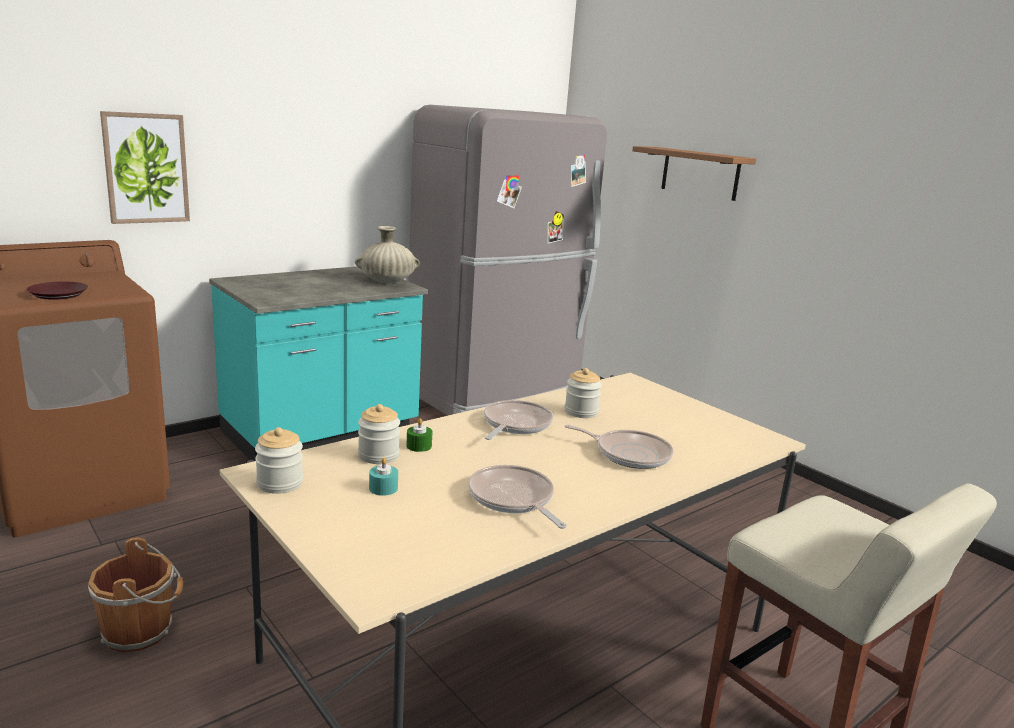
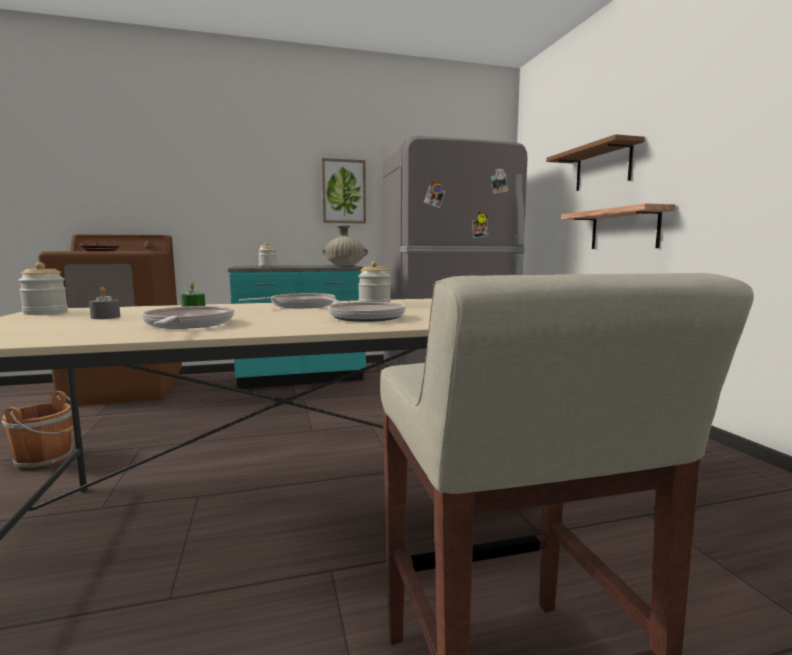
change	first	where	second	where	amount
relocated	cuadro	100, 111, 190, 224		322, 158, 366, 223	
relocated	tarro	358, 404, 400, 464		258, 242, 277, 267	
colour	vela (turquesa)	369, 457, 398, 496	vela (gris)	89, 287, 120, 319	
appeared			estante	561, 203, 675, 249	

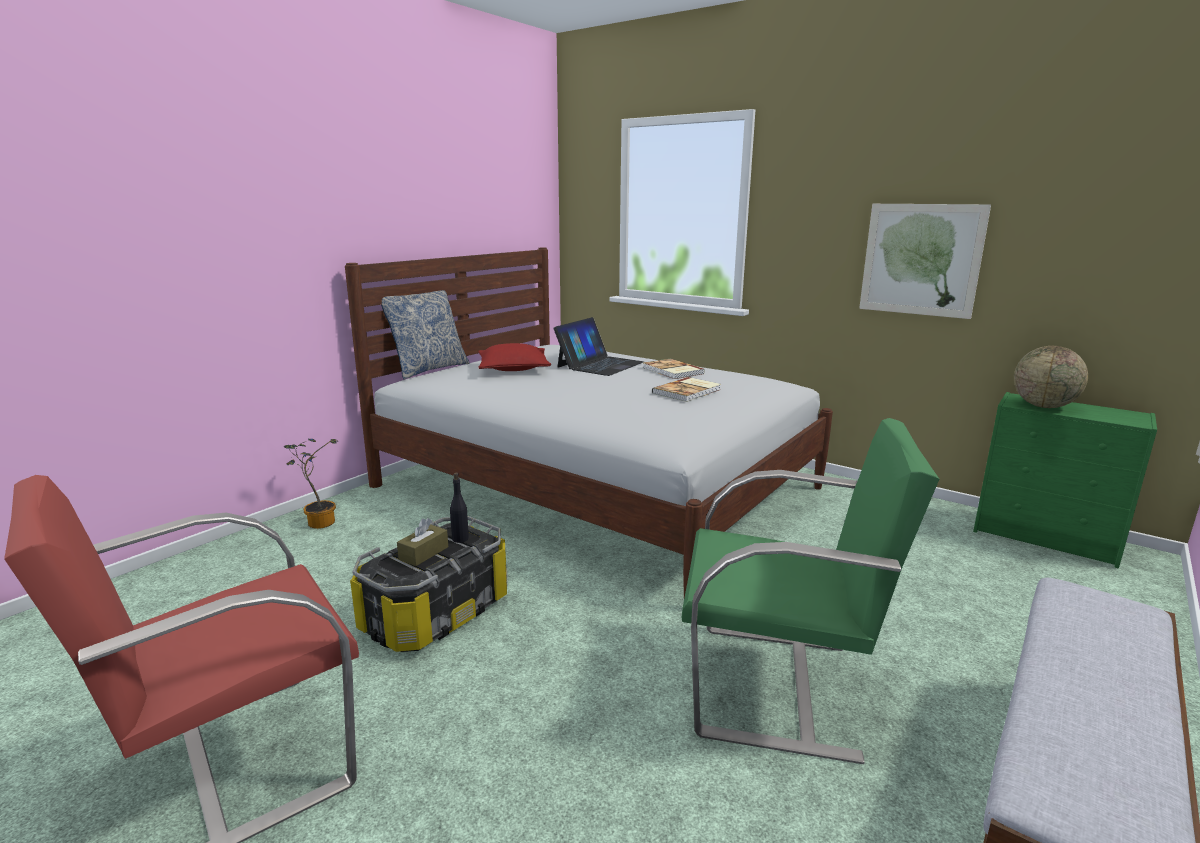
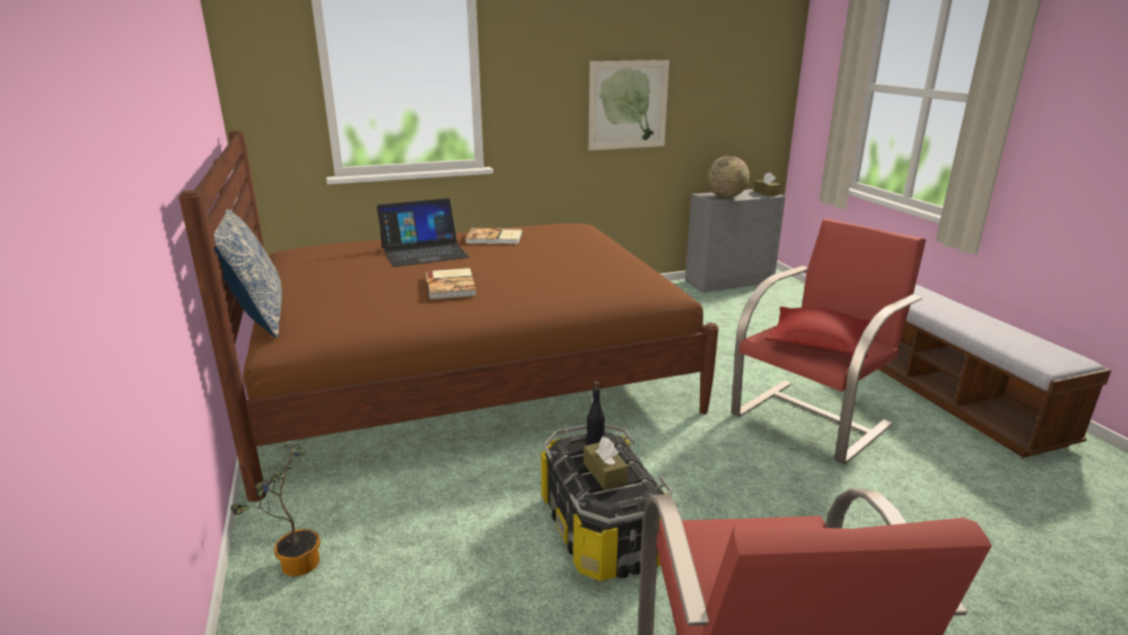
change	first	where	second	where	amount
colour	cama (blanco)	345, 248, 833, 598	cama (marrón)	179, 131, 719, 502	
relocated	cojín (rojo)	478, 343, 551, 371		765, 306, 871, 358	
spun	portátil	554, 317, 644, 376		377, 198, 469, 267	90 degrees clockwise
relocated	libro	652, 377, 721, 402		426, 268, 477, 300	
colour	sillón (verde)	682, 418, 939, 764	sillón (rojo)	731, 218, 926, 465	
colour	cómoda (verde)	973, 392, 1157, 568	cómoda (gris)	685, 189, 785, 294	
appeared			caja de pañuelos (marrón)	754, 172, 781, 196	

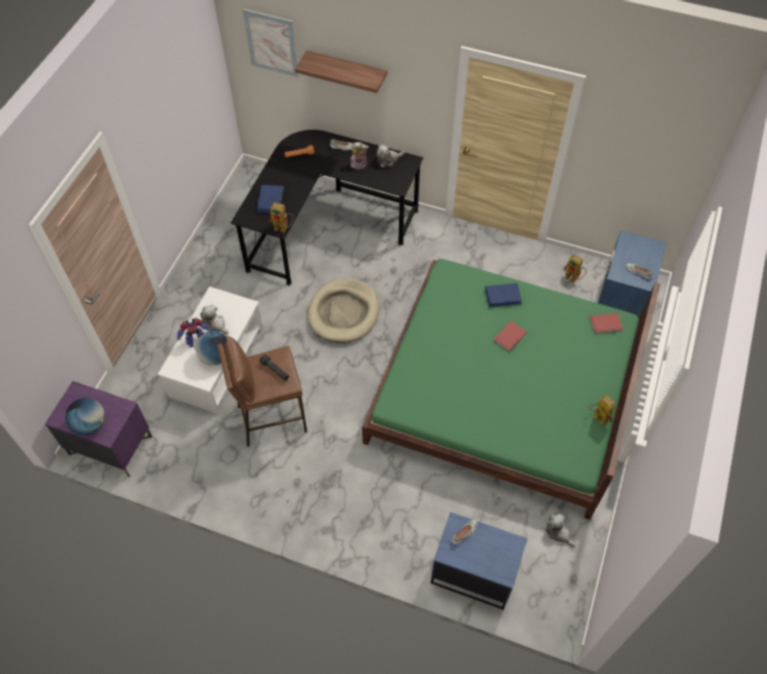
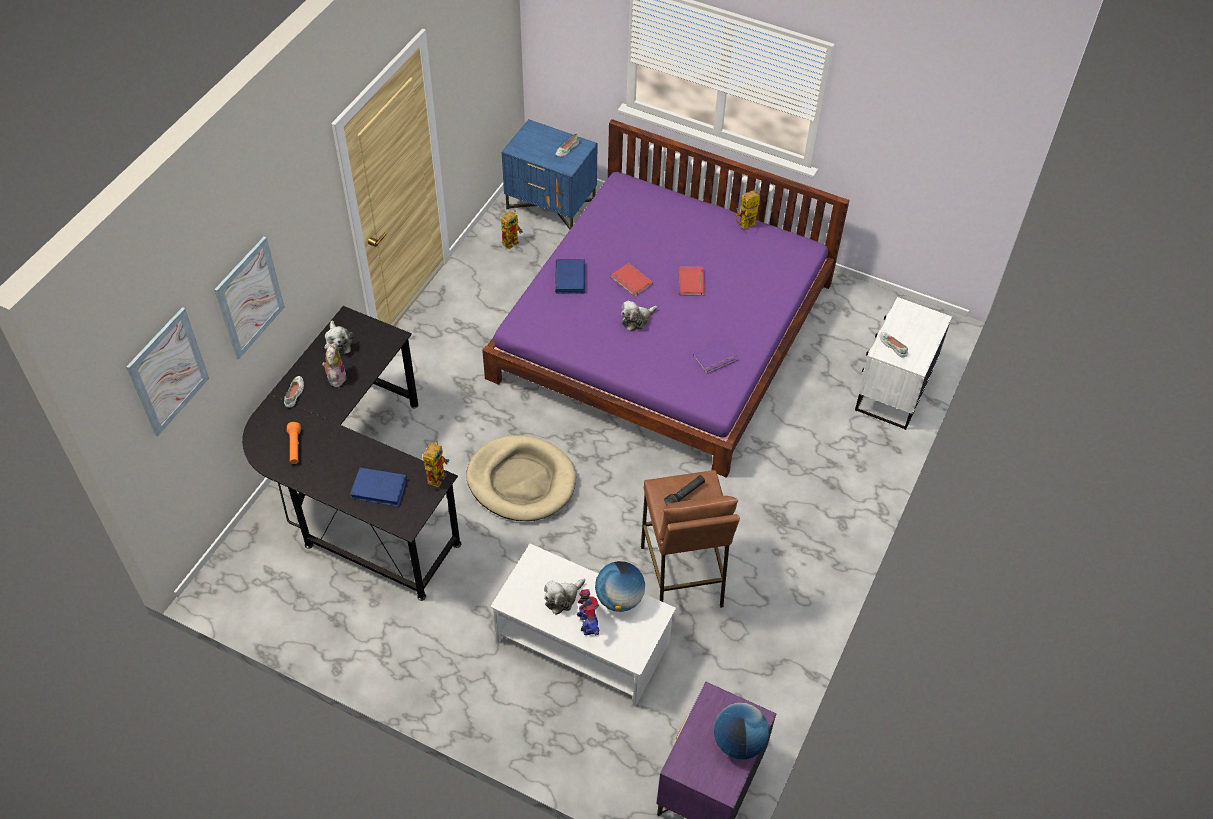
change	first	where	second	where	amount
exchanged	estante	295, 50, 387, 93	cuadro	214, 237, 285, 360	
colour	cama (verde)	362, 259, 660, 520	cama (morado)	482, 119, 849, 478	
colour	mesita de noche (azul)	431, 512, 527, 610	mesita de noche (blanco)	855, 297, 952, 430	
relocated	peluche	545, 514, 576, 548		621, 300, 657, 331	
relocated	libro (rojo)	590, 313, 623, 334		678, 267, 705, 296	
appeared			libro (morado)	693, 340, 738, 374	

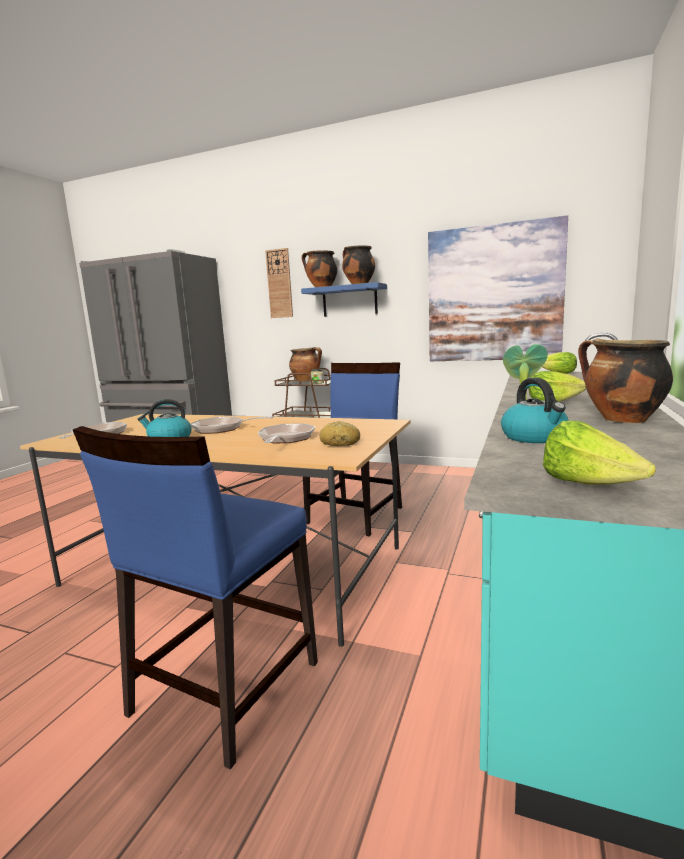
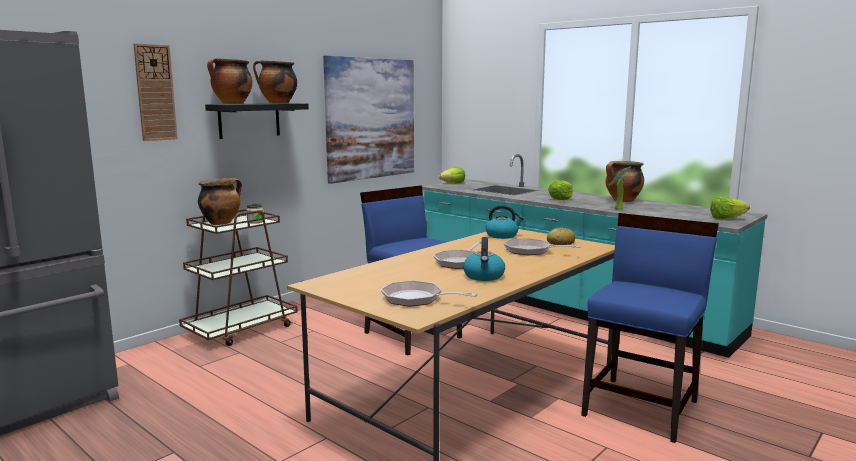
change	first	where	second	where	amount
spun	silla (azul)	73, 426, 318, 770		581, 213, 719, 443	105 degrees counterclockwise
colour	estante (azul)	301, 282, 387, 317	estante (negro)	205, 103, 309, 139	
relocated	hervidor	501, 378, 569, 443		485, 205, 524, 239	

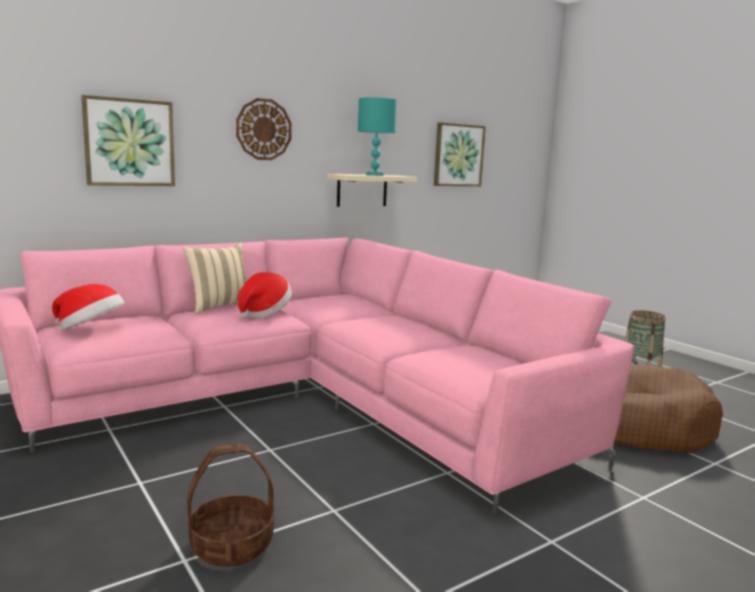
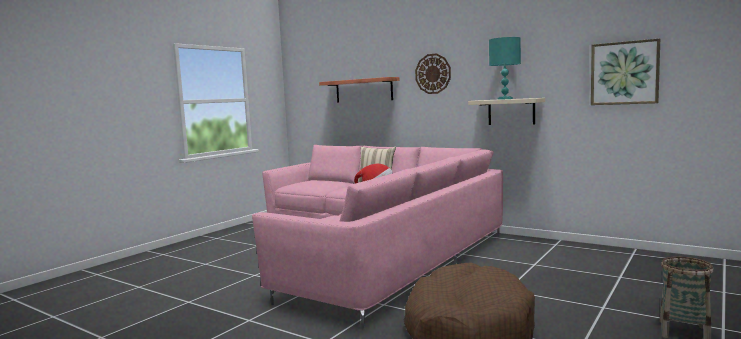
change	first	where	second	where	amount
missing	sombrero	52, 284, 125, 331			
exchanged	cuadro	81, 95, 175, 186	estante	319, 77, 400, 103	
missing	cesta	187, 443, 274, 567			

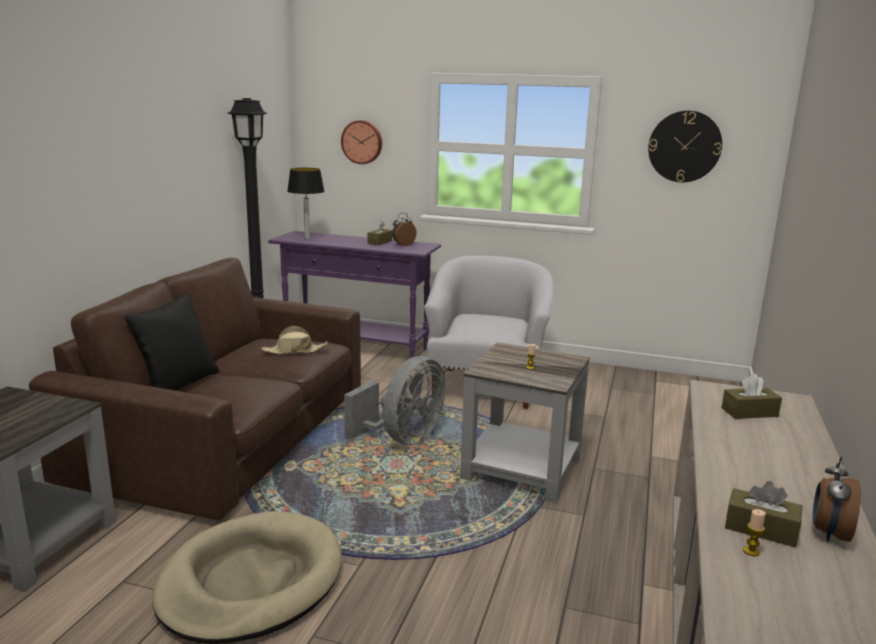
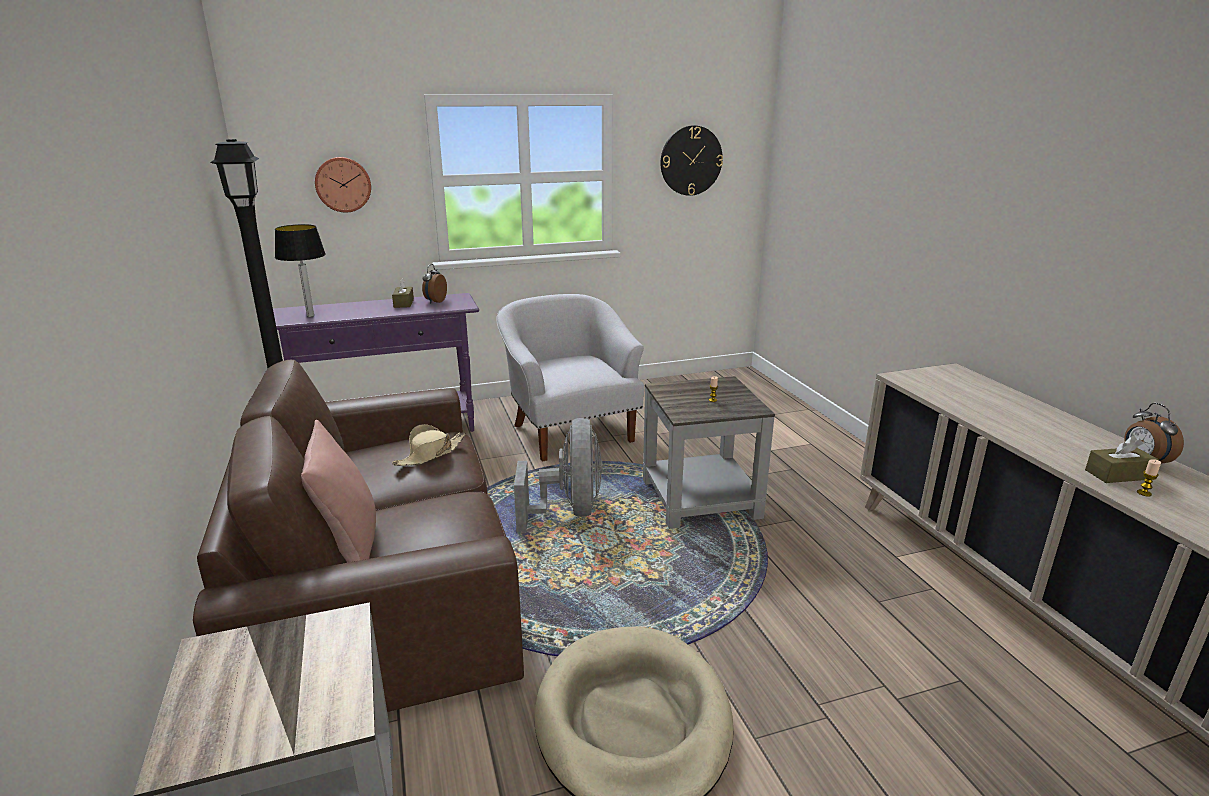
change	first	where	second	where	amount
colour	cojín (negro)	124, 292, 220, 391	cojín (rosa)	301, 420, 376, 563	
missing	caja de pañuelos (marrón)	722, 374, 782, 419			

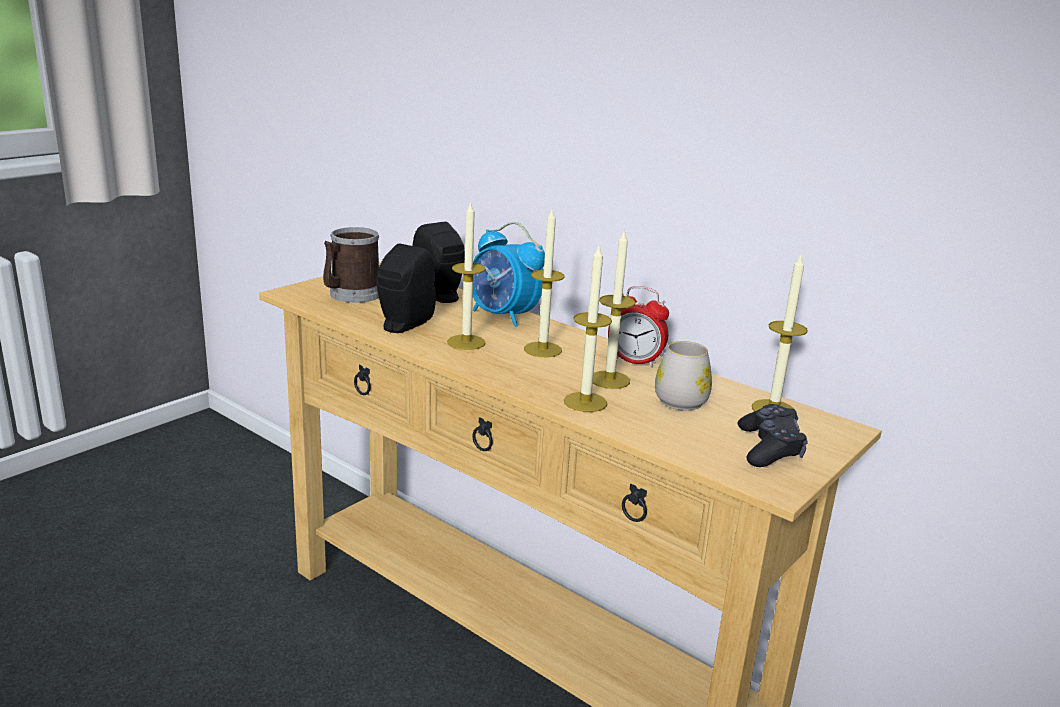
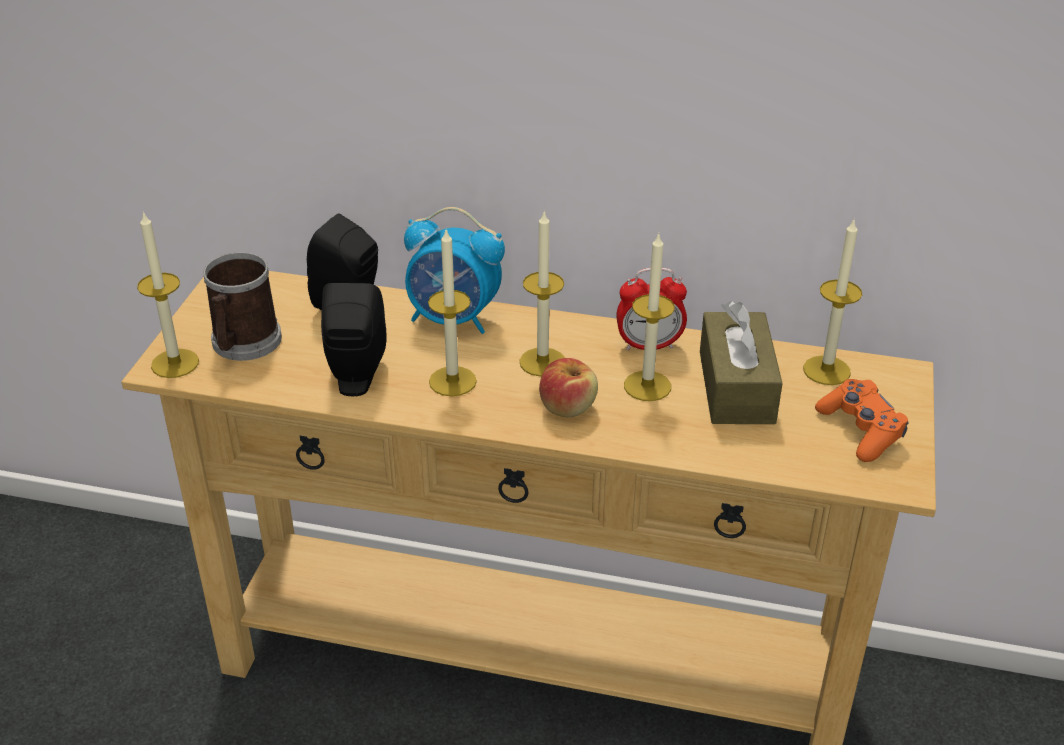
change	first	where	second	where	amount
relocated	vela	564, 246, 612, 412		137, 211, 199, 378	
exchanged	taza grande (blanco)	655, 341, 712, 411	caja de pañuelos (marrón)	700, 301, 783, 424	
colour	mando de consola (negro)	738, 404, 808, 467	mando de consola (naranja)	815, 379, 908, 462	
appeared			manzana	539, 358, 598, 417	

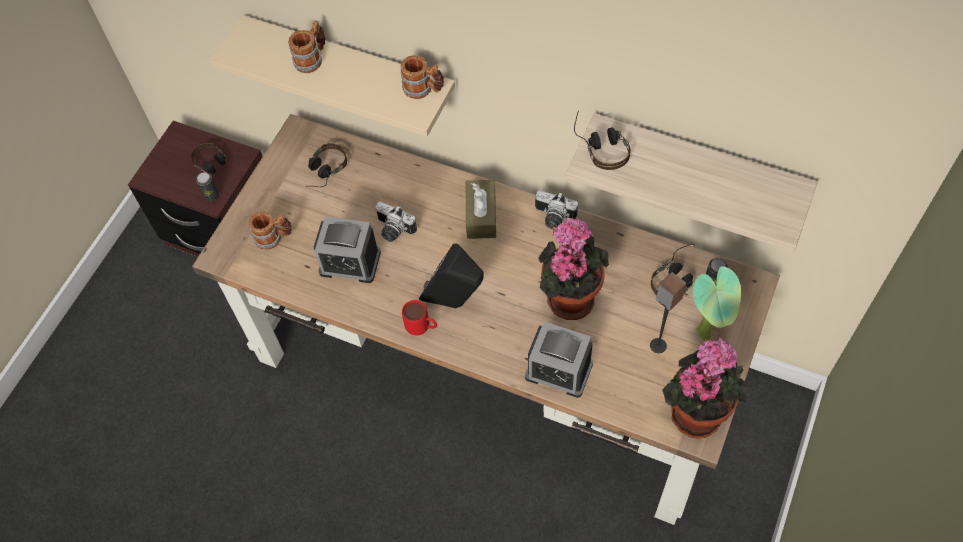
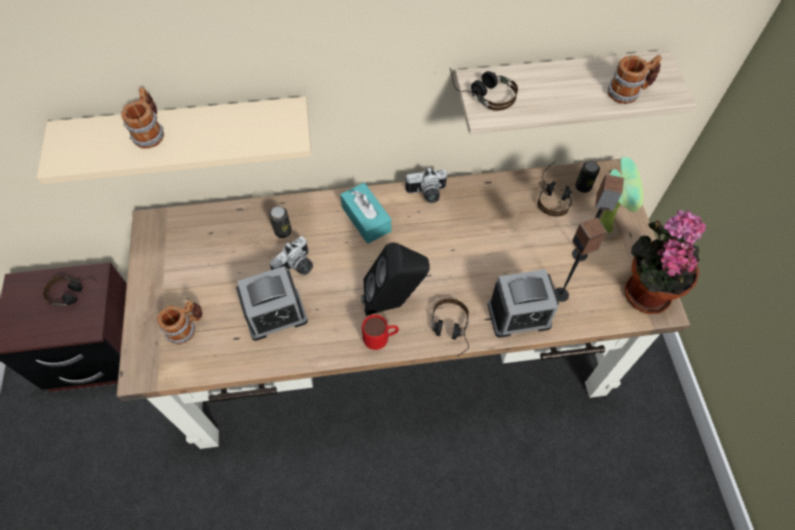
change	first	where	second	where	amount
relocated	lata	196, 172, 219, 201		269, 206, 292, 238	
relocated	auriculares	306, 144, 347, 187		431, 299, 469, 357	
spun	cámara	375, 201, 417, 242		270, 236, 313, 275	45 degrees counterclockwise
relocated	taza grande	401, 55, 444, 99		608, 55, 662, 104	
colour	caja de pañuelos (marrón)	466, 180, 496, 239	caja de pañuelos (turquesa)	340, 183, 391, 244	
missing	planta en maceta	538, 217, 609, 320			
appeared			altavoz	555, 218, 607, 302	

